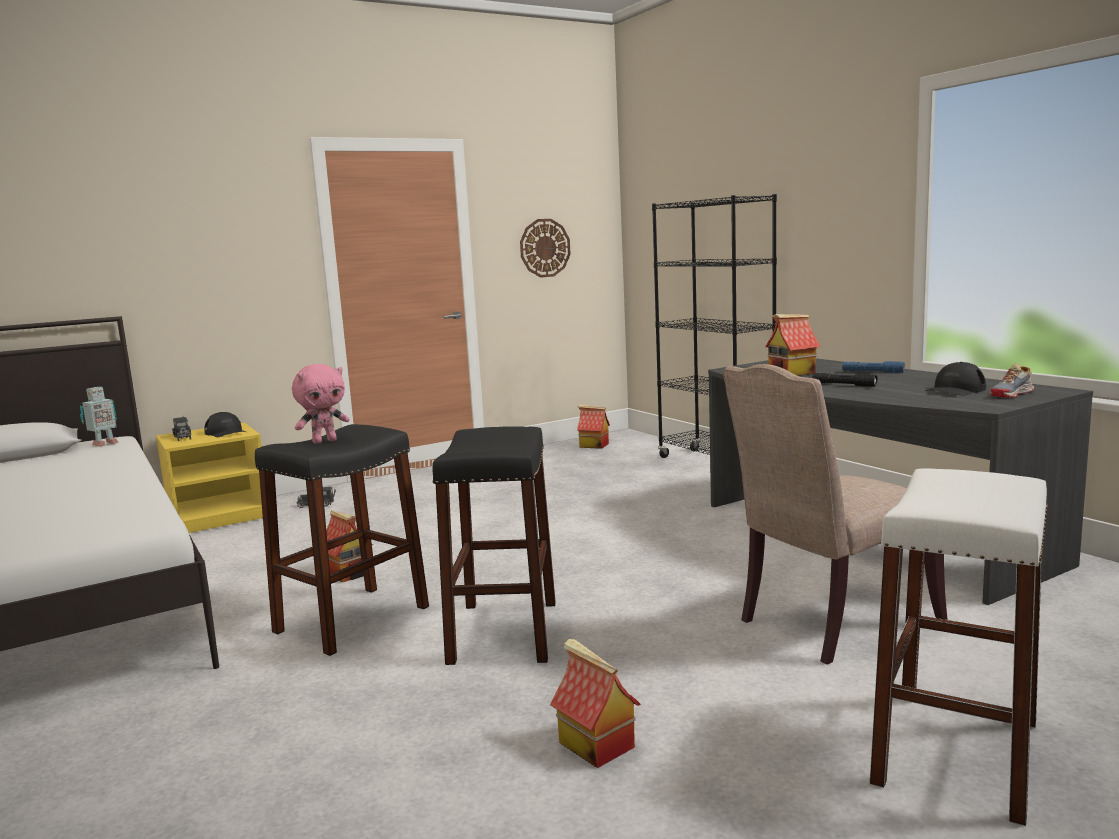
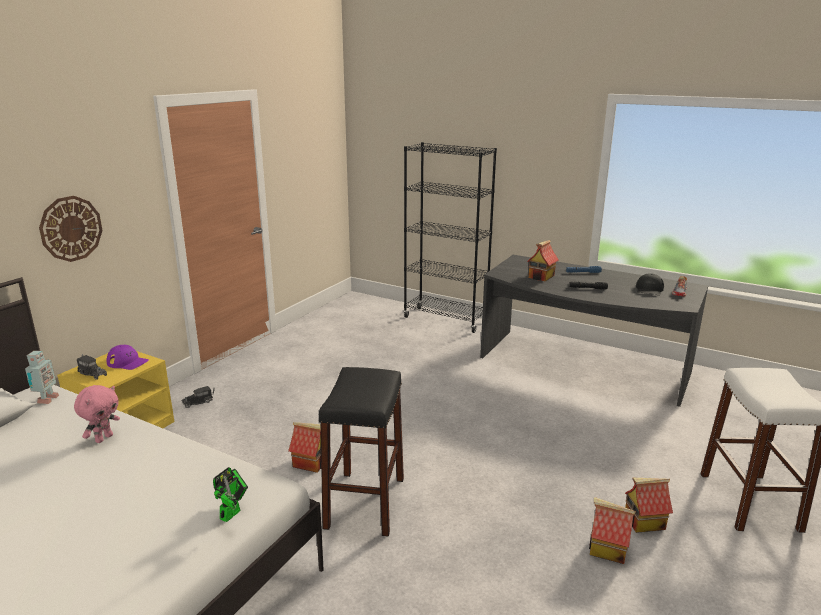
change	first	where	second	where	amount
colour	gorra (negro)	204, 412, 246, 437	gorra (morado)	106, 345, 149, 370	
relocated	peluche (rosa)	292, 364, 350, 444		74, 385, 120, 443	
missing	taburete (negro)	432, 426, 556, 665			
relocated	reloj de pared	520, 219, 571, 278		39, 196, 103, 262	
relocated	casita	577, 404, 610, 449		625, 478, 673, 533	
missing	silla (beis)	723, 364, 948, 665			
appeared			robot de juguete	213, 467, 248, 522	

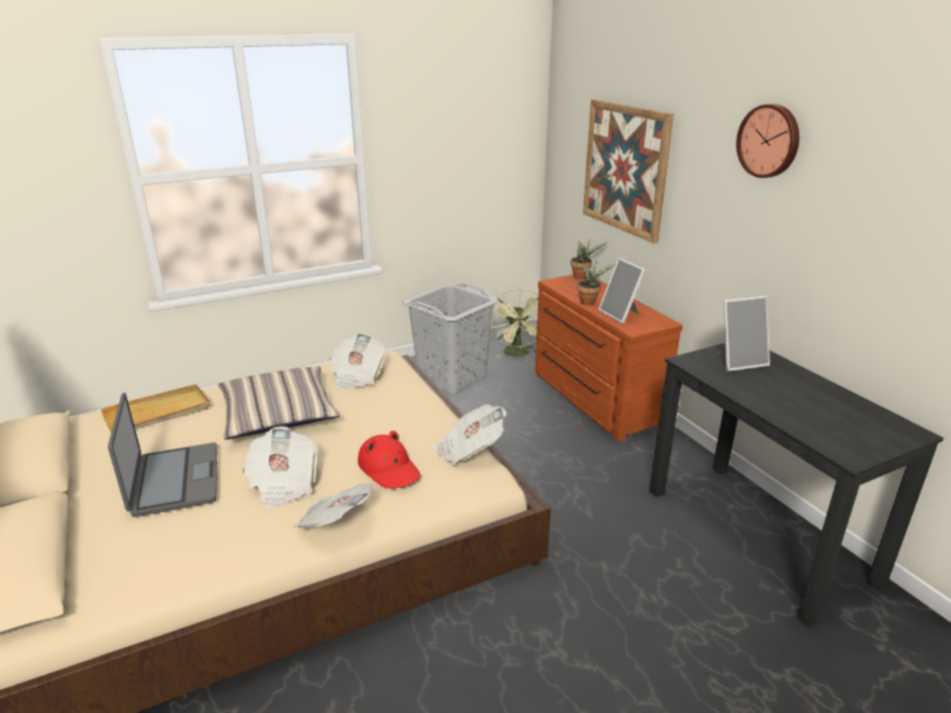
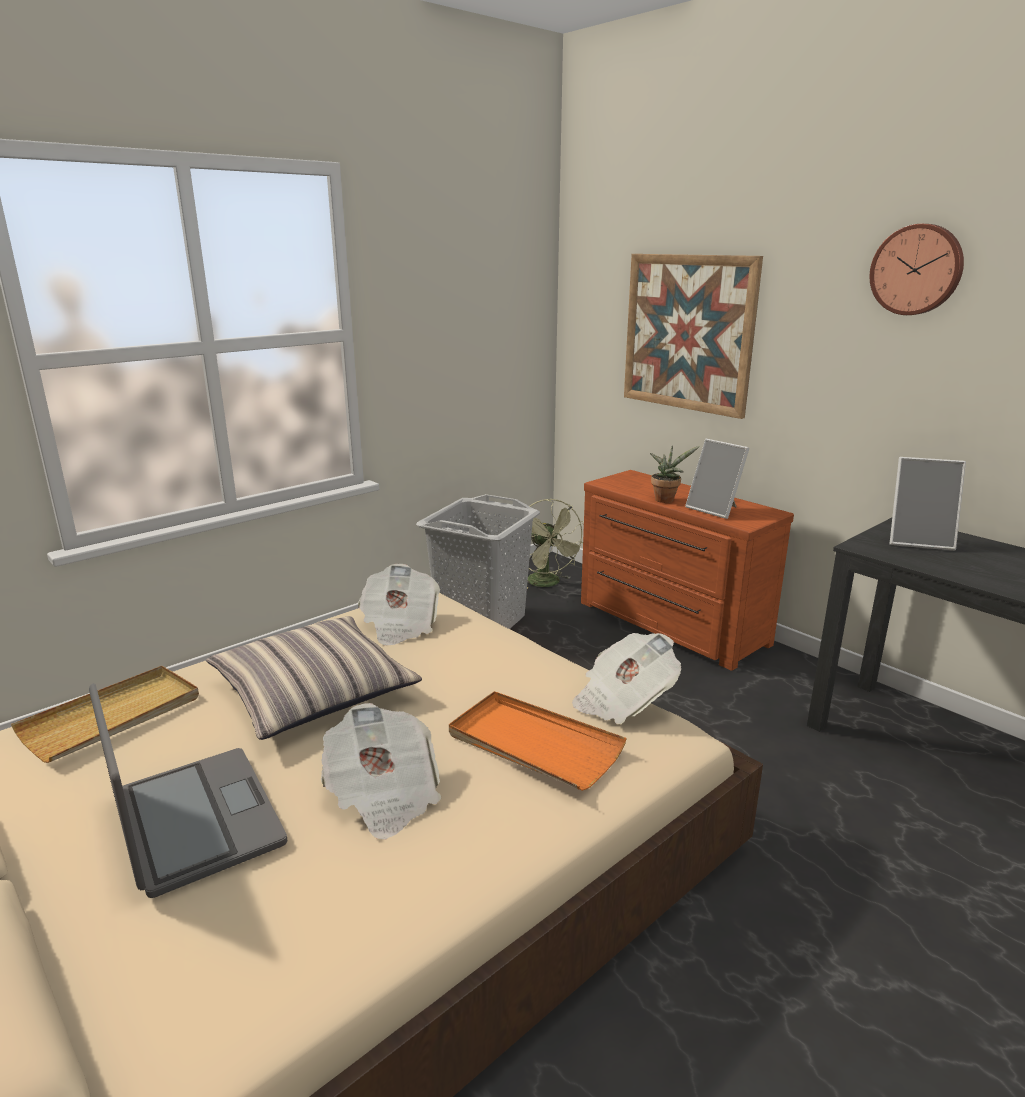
change	first	where	second	where	amount
missing	periódico	293, 483, 374, 528			
exchanged	sombrero (rojo)	358, 431, 420, 489	bandeja (naranja)	449, 691, 627, 791	
missing	planta en maceta	571, 238, 607, 279			
spun	portarretratos	718, 296, 770, 371		890, 457, 966, 551	45 degrees clockwise

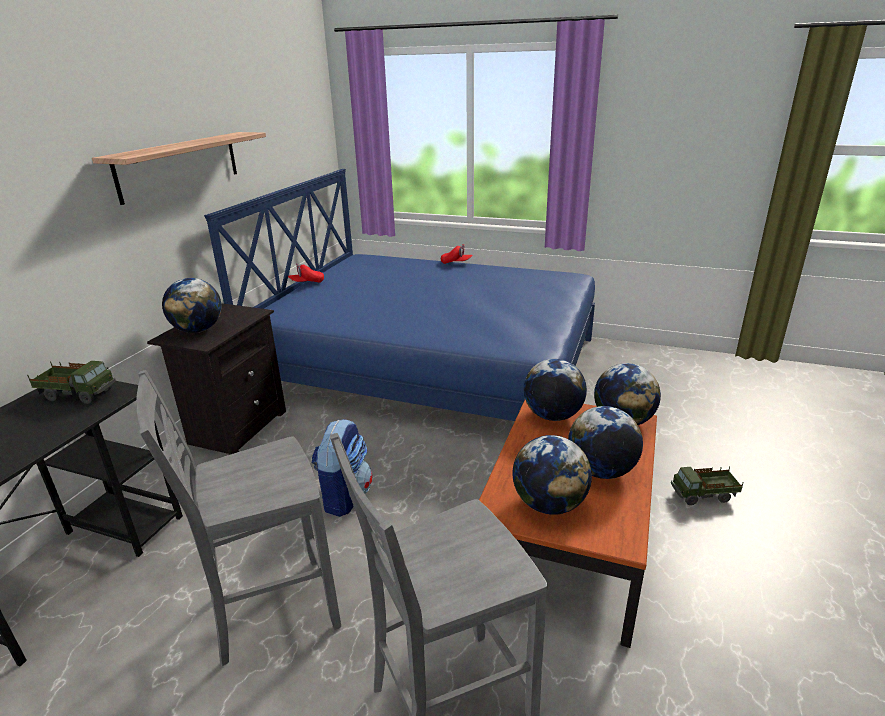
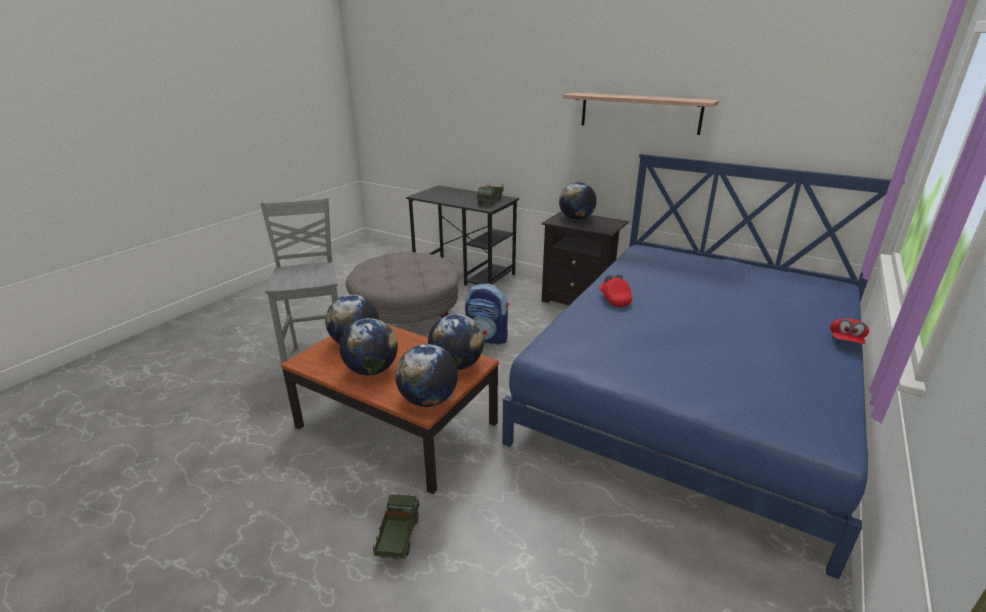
change	first	where	second	where	amount
exchanged	silla (gris)	136, 370, 341, 666	puf (gris)	346, 252, 460, 324	
relocated	gorra (rojo)	288, 263, 324, 283		599, 274, 632, 307	

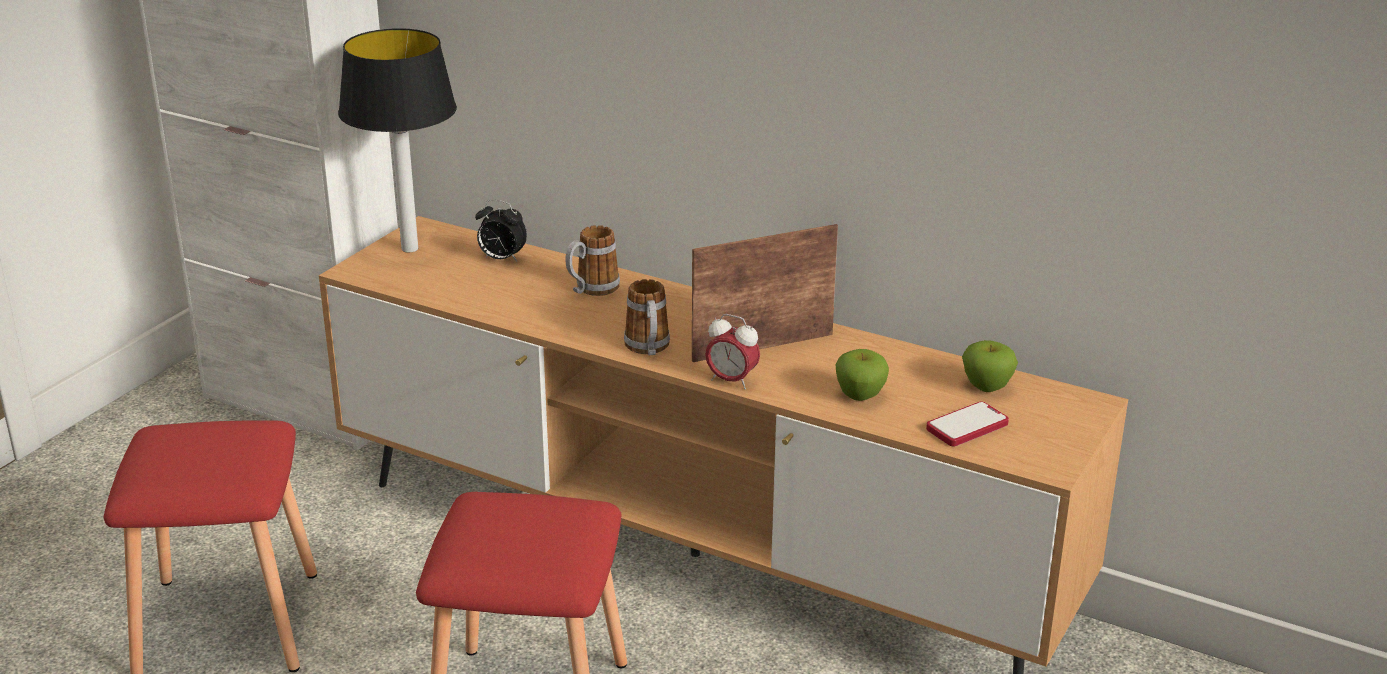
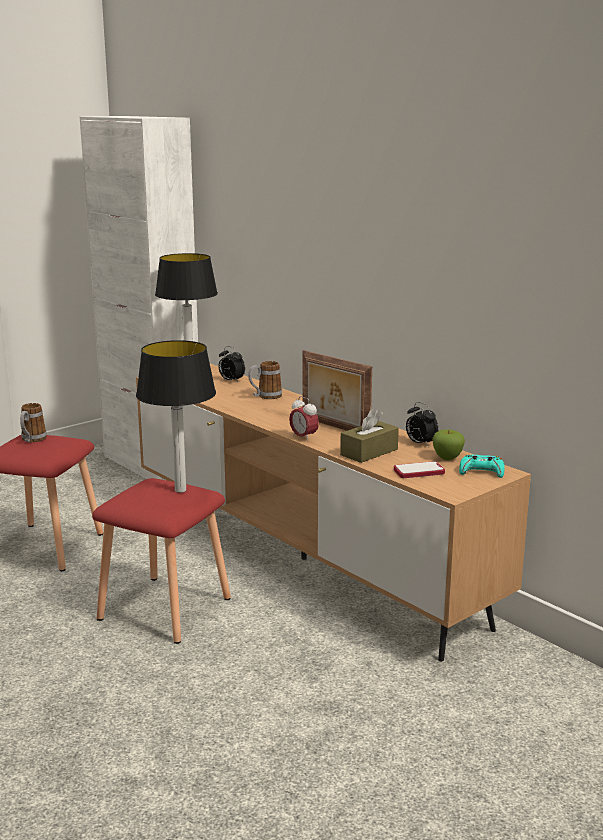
change	first	where	second	where	amount
relocated	taza grande	624, 279, 670, 355		20, 403, 47, 442	
spun	portarretratos	692, 224, 838, 362		303, 350, 372, 431	135 degrees counterclockwise
exchanged	manzana	836, 349, 889, 401	caja de pañuelos (marrón)	340, 408, 399, 463	
appeared			lámpara de mesa	136, 340, 216, 493	
appeared			despertador	406, 402, 438, 446	
appeared			mando de consola (turquesa)	459, 455, 505, 478	

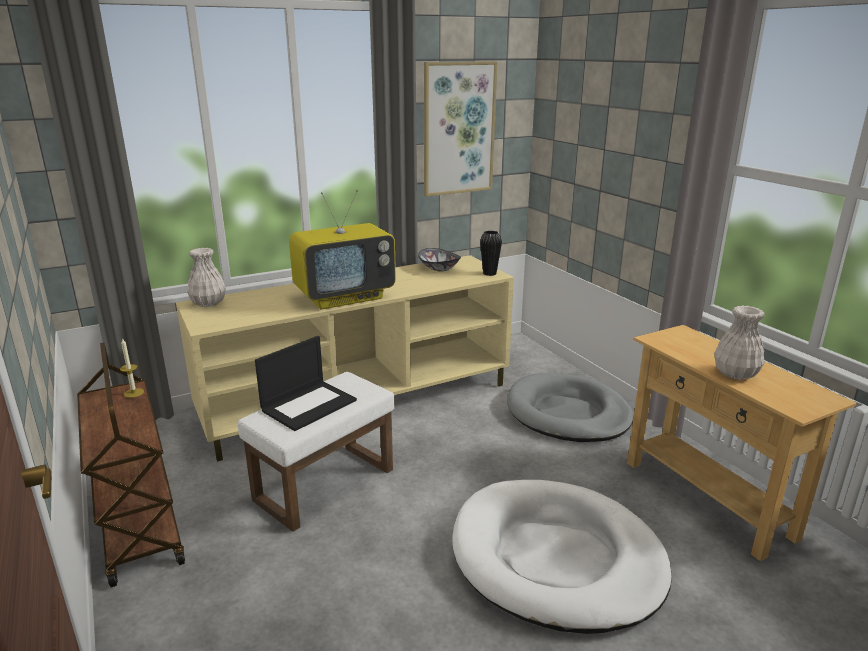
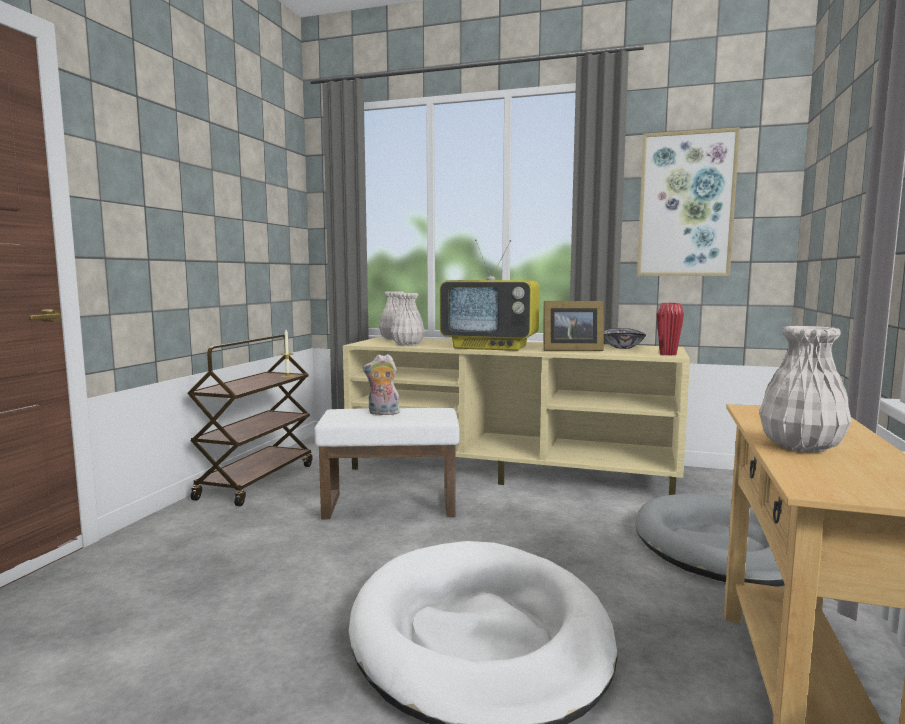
change	first	where	second	where	amount
exchanged	portátil	255, 336, 357, 431	peluche	363, 354, 401, 415	
colour	florero (negro)	480, 231, 502, 276	florero (rojo)	657, 303, 684, 355	
appeared			florero (blanco)	391, 293, 425, 346	
appeared			portarretratos	544, 301, 604, 351	

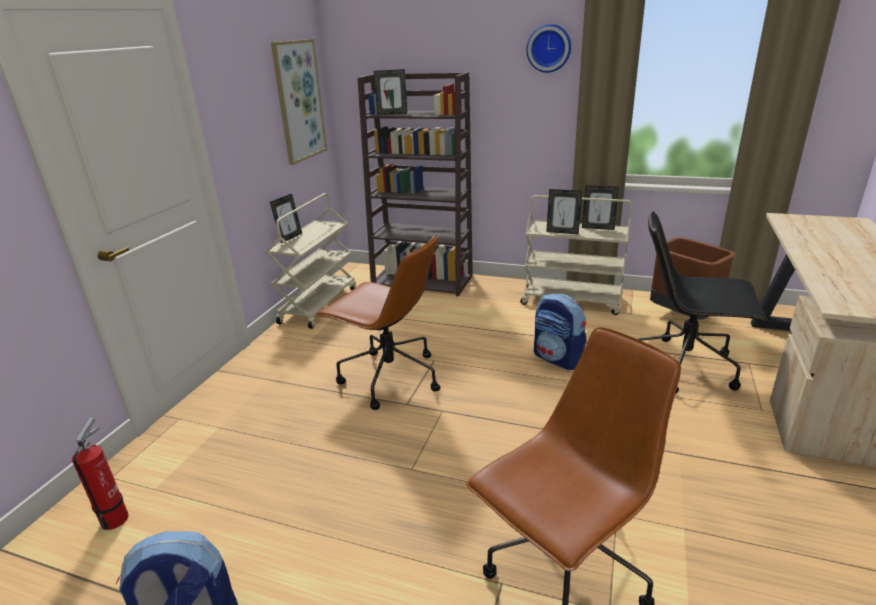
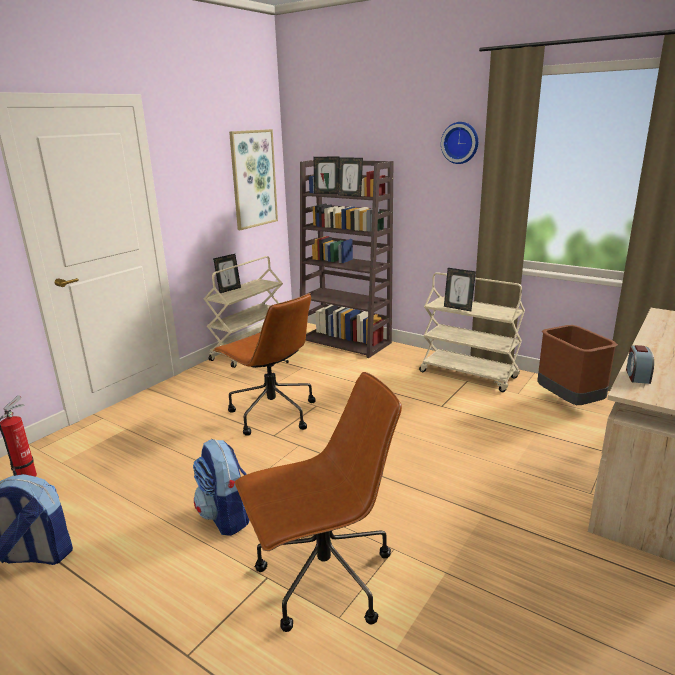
change	first	where	second	where	amount
relocated	mochila	534, 294, 587, 370		193, 439, 250, 536	
relocated	portarretratos	582, 185, 619, 230		338, 157, 363, 197	
missing	silla de oficina (negro)	636, 211, 768, 394			
appeared			despertador	626, 345, 654, 384	

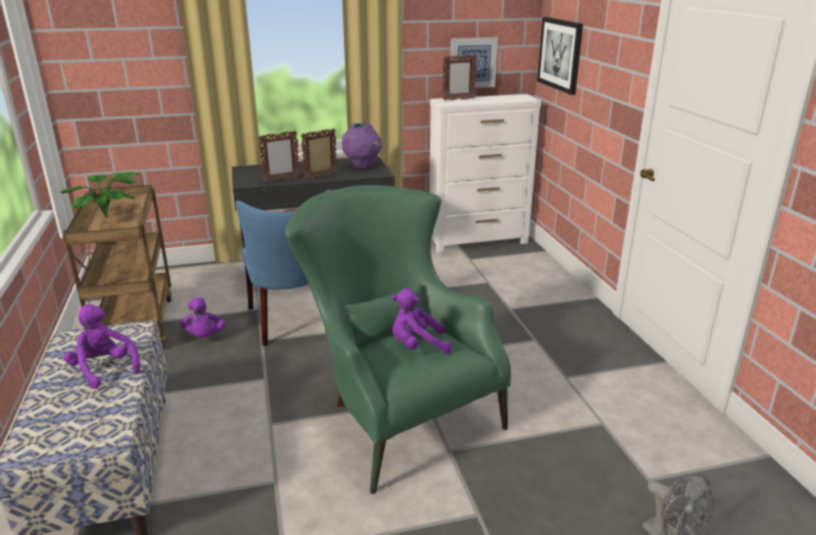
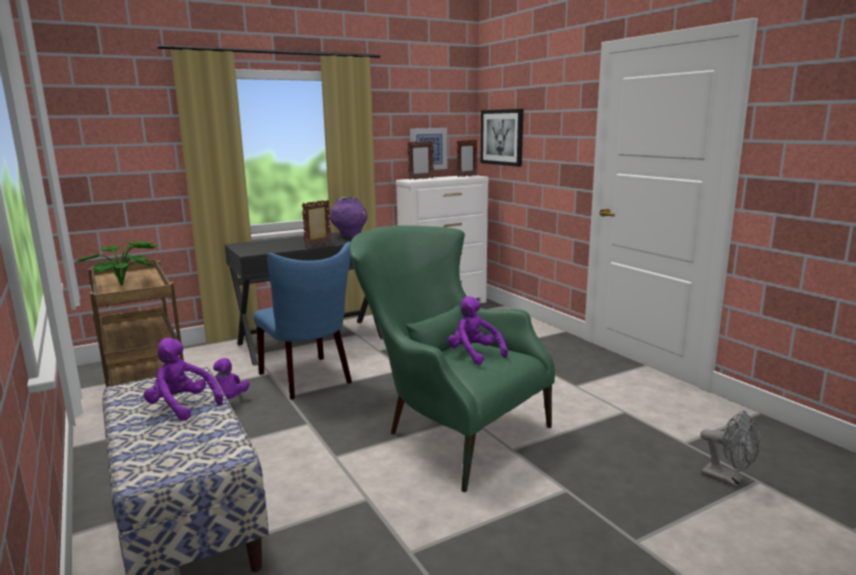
change	first	where	second	where	amount
relocated	portarretratos	258, 130, 300, 183		457, 139, 477, 177	
spun	peluche (morado)	392, 288, 451, 354		448, 296, 508, 365	75 degrees clockwise

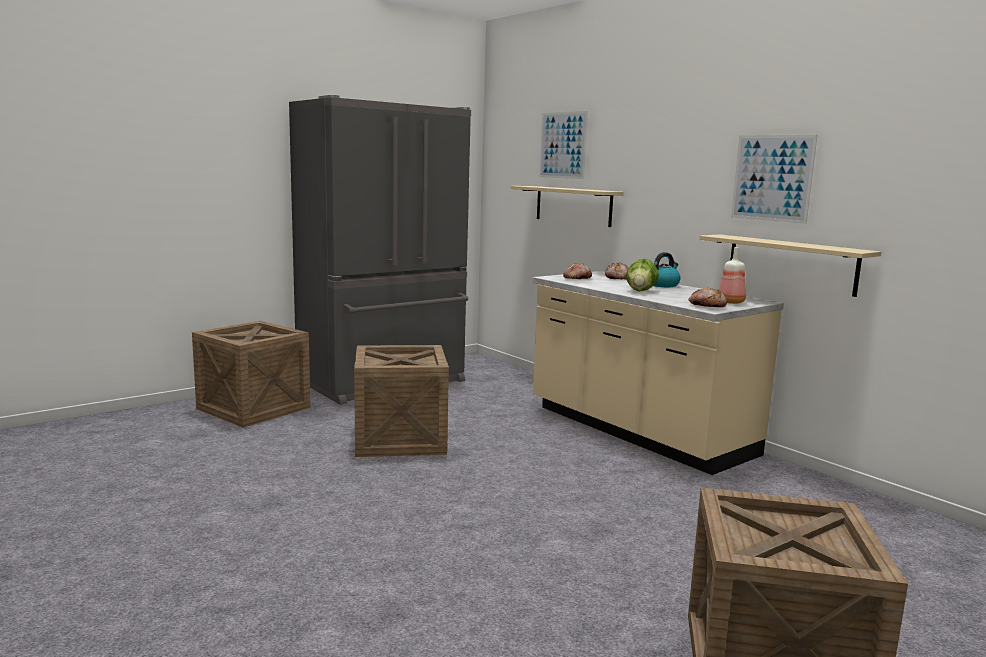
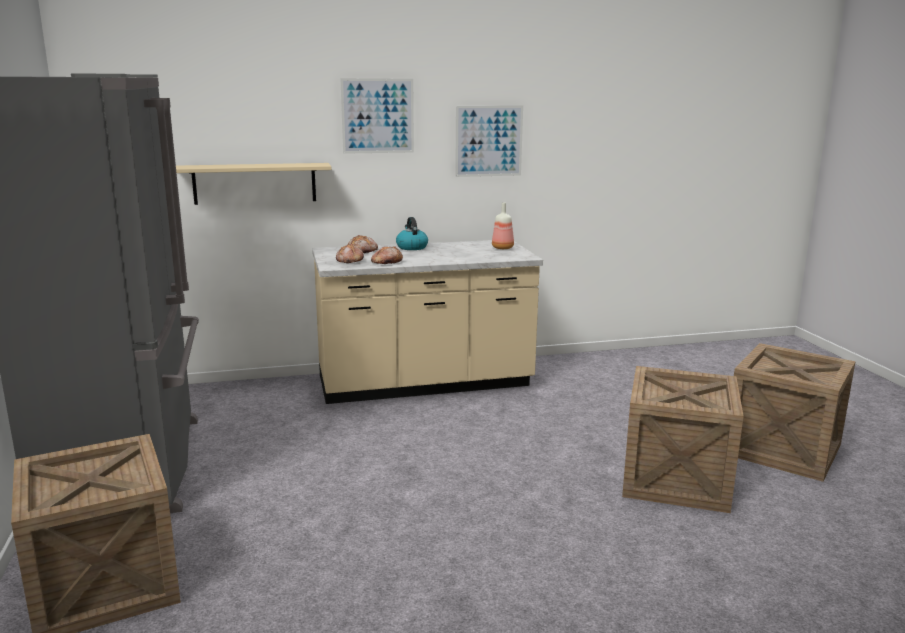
change	first	where	second	where	amount
relocated	caja de embalaje	354, 345, 449, 457		622, 366, 744, 513	
relocated	cuadro	539, 111, 588, 179		340, 78, 414, 154	
missing	lechuga	626, 258, 659, 292			
relocated	pan	688, 288, 727, 307		371, 246, 403, 264	
missing	estante (beis)	699, 234, 881, 297			

